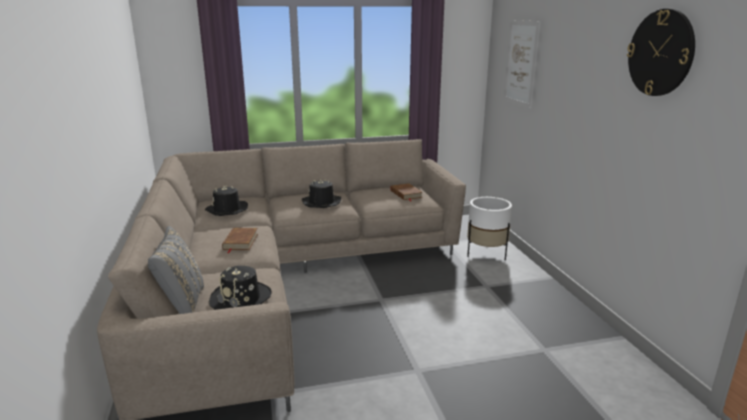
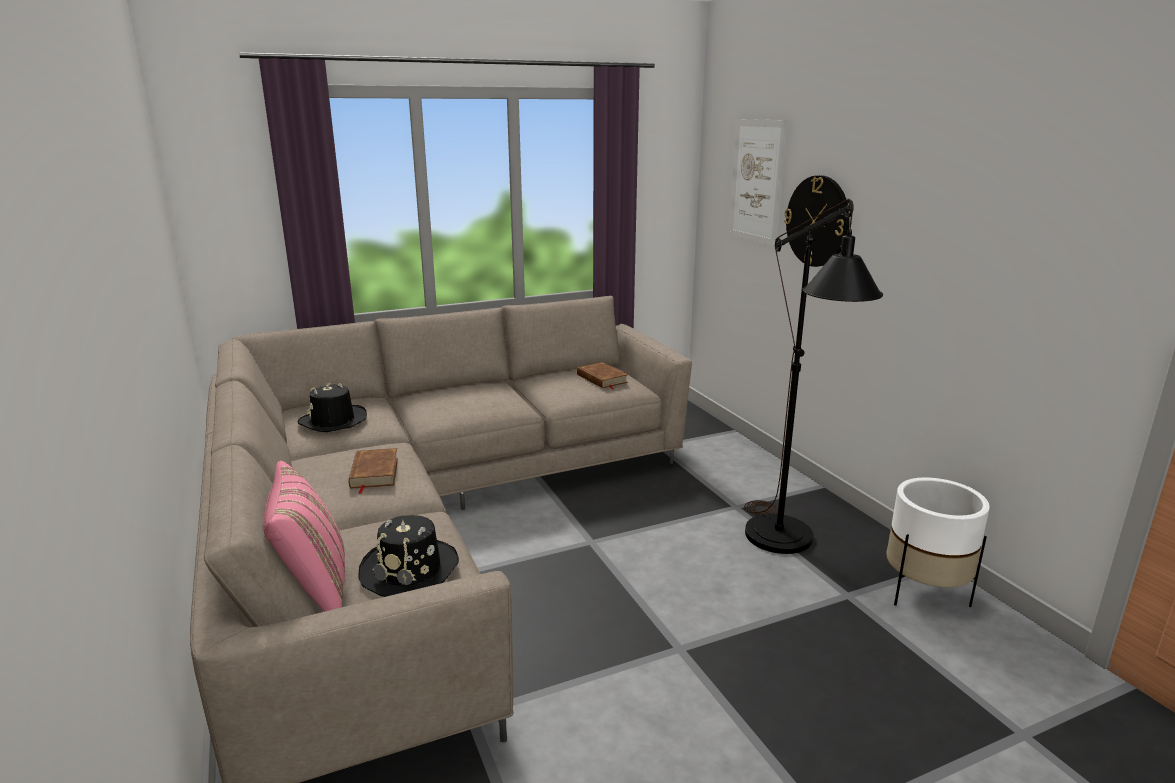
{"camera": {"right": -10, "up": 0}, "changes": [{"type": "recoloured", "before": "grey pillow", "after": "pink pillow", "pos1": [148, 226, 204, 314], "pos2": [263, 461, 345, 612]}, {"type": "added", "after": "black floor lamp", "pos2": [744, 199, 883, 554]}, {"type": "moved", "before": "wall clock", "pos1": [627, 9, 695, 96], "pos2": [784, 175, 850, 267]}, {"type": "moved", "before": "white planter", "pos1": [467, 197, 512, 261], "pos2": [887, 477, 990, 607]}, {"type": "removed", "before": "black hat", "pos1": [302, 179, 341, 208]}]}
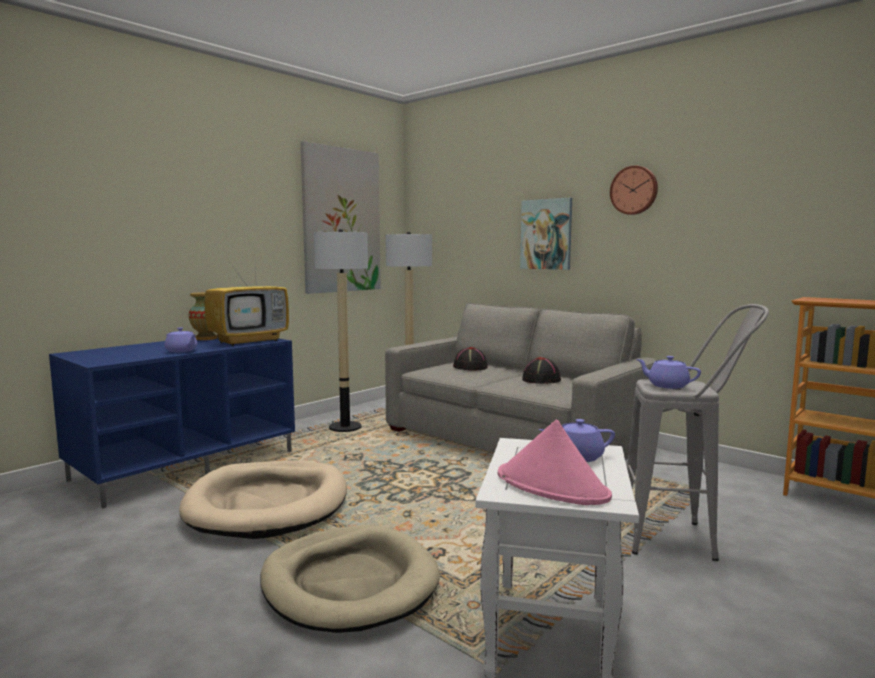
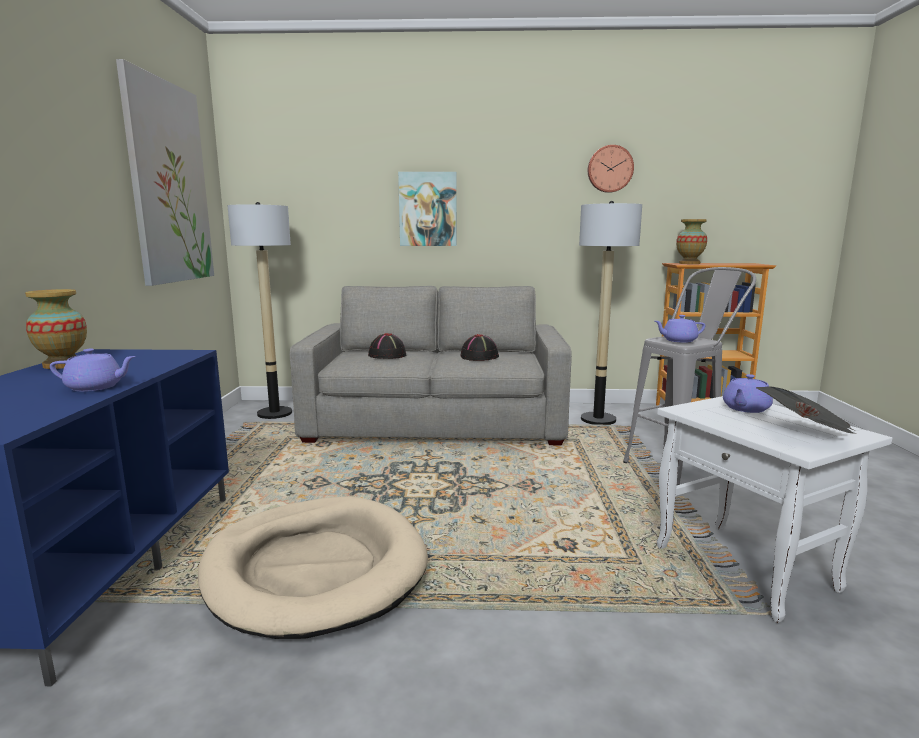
{"camera": {"right": -40, "up": 5}, "changes": [{"type": "moved", "before": "floor lamp", "pos1": [314, 229, 368, 432], "pos2": [579, 201, 642, 425]}, {"type": "moved", "before": "wall clock", "pos1": [610, 166, 658, 215], "pos2": [588, 145, 634, 193]}, {"type": "added", "after": "vase", "pos2": [676, 219, 707, 264]}, {"type": "replaced", "before": "pink hat", "after": "newspaper", "pos1": [498, 420, 612, 505], "pos2": [756, 386, 856, 434]}, {"type": "removed", "before": "television", "pos1": [205, 264, 289, 346]}, {"type": "removed", "before": "beige dog bed", "pos1": [261, 525, 440, 633]}]}
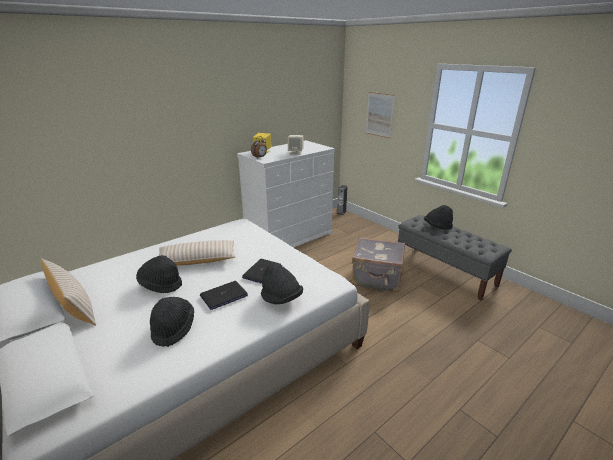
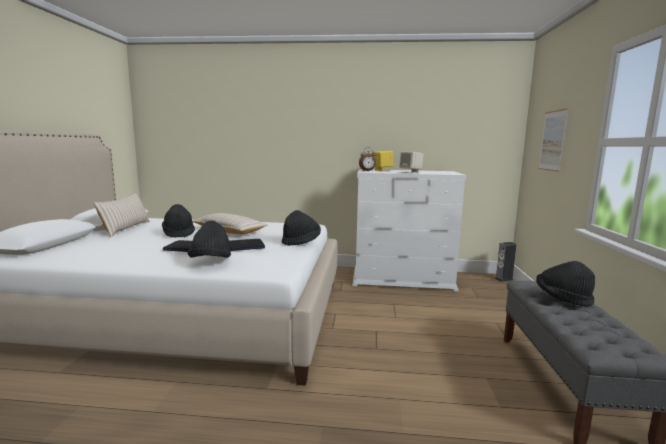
{"camera": {"right": 45, "up": -15}, "changes": [{"type": "moved", "before": "black hat", "pos1": [150, 297, 194, 347], "pos2": [282, 210, 321, 246]}, {"type": "removed", "before": "grey suitcase", "pos1": [352, 237, 405, 292]}]}
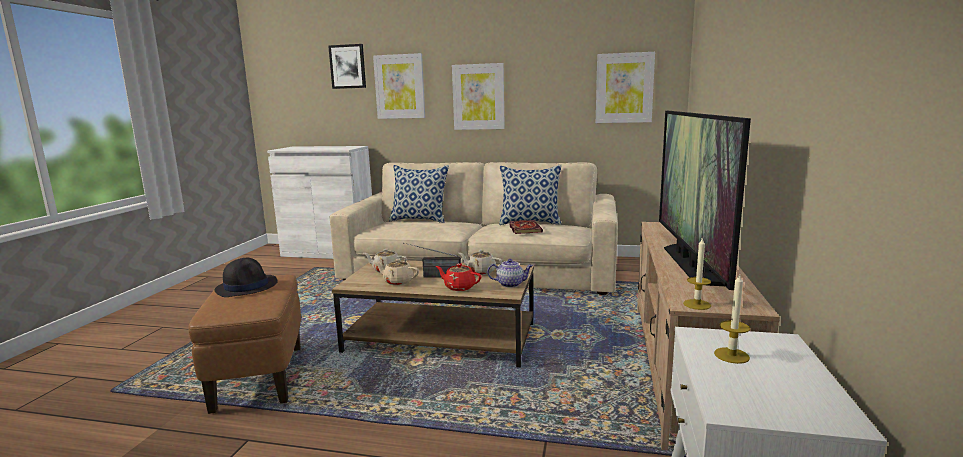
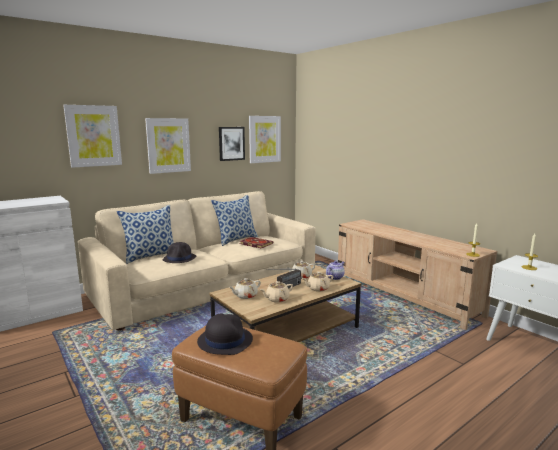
{"camera": {"right": -50, "up": 0}, "changes": [{"type": "added", "after": "black hat", "pos2": [163, 242, 196, 263]}, {"type": "moved", "before": "picture", "pos1": [328, 44, 366, 89], "pos2": [219, 127, 245, 161]}, {"type": "recoloured", "before": "red teapot", "after": "beige teapot", "pos1": [436, 263, 482, 291], "pos2": [302, 272, 333, 292]}, {"type": "removed", "before": "television", "pos1": [659, 111, 751, 290]}]}
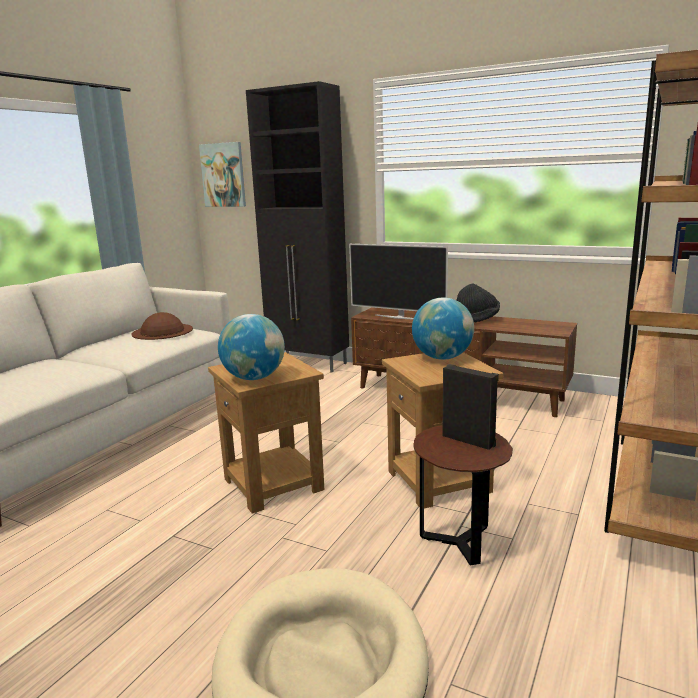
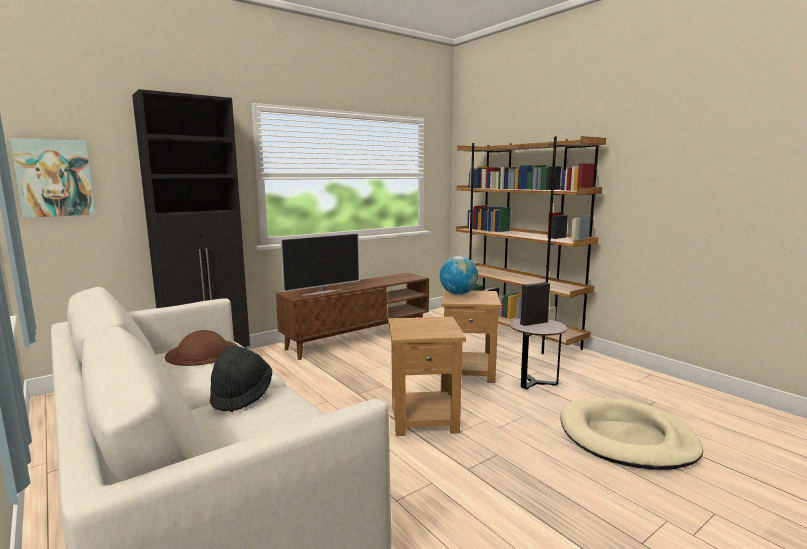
{"camera": {"right": -65, "up": -5}, "changes": [{"type": "moved", "before": "black hat", "pos1": [457, 284, 500, 322], "pos2": [210, 345, 272, 412]}, {"type": "removed", "before": "globe", "pos1": [218, 314, 285, 380]}]}
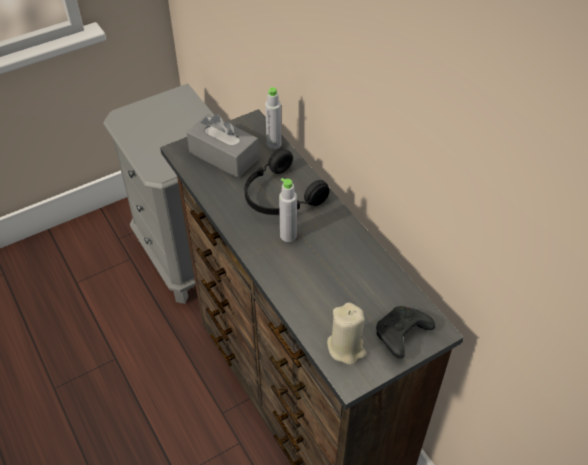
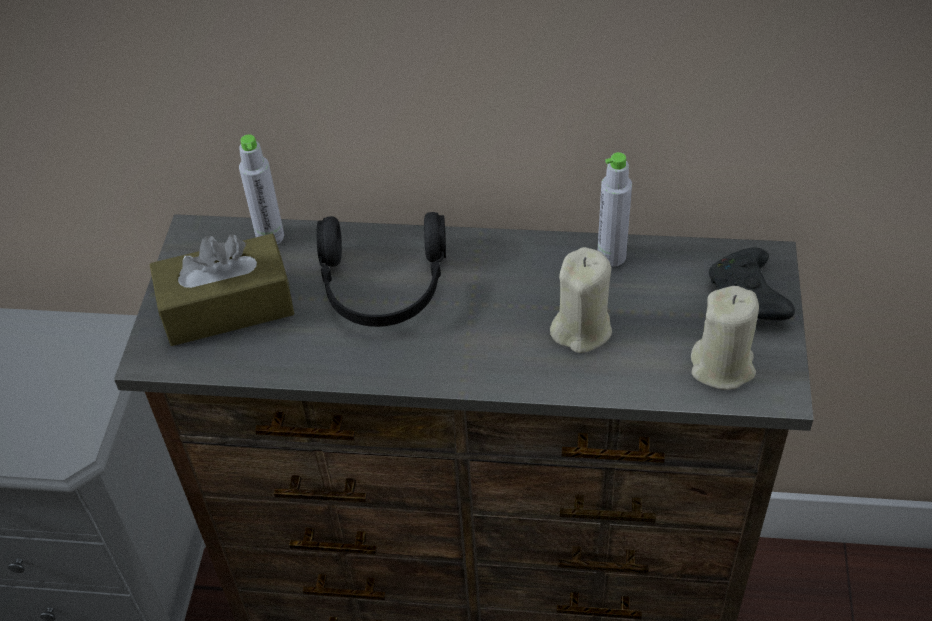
{"camera": {"right": -50, "up": 0}, "changes": [{"type": "recoloured", "before": "grey tissue box", "after": "brown tissue box", "pos1": [187, 114, 259, 178], "pos2": [149, 234, 294, 346]}, {"type": "added", "after": "beige candle", "pos2": [550, 247, 612, 353]}, {"type": "moved", "before": "grey bottle", "pos1": [279, 178, 297, 242], "pos2": [598, 152, 632, 267]}]}
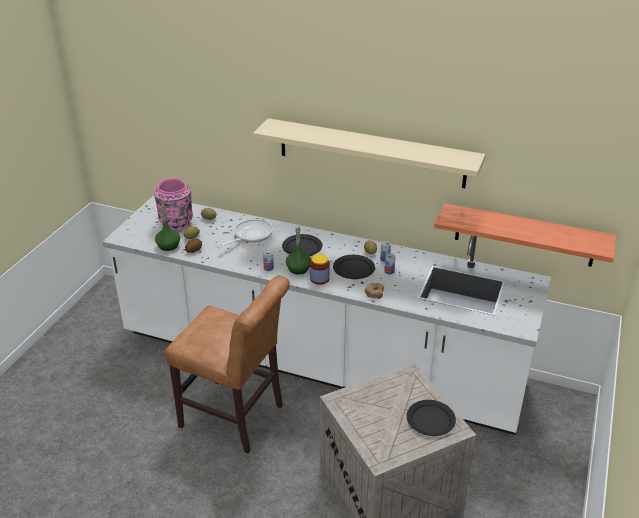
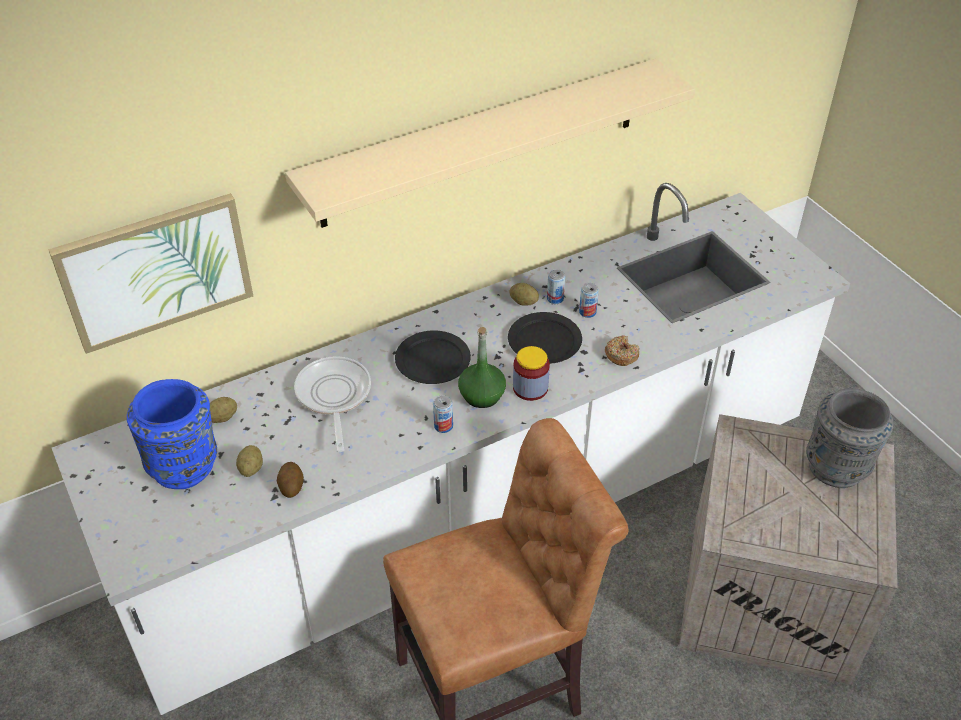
{"camera": {"right": -50, "up": 10}, "changes": [{"type": "added", "after": "picture", "pos2": [48, 193, 253, 354]}, {"type": "recoloured", "before": "pink vase", "after": "blue vase", "pos1": [154, 178, 193, 231], "pos2": [127, 379, 217, 489]}, {"type": "replaced", "before": "black plate", "after": "grey vase", "pos1": [407, 400, 456, 436], "pos2": [806, 388, 894, 488]}, {"type": "removed", "before": "green bottle", "pos1": [155, 205, 180, 251]}, {"type": "removed", "before": "shelf", "pos1": [434, 203, 617, 267]}]}
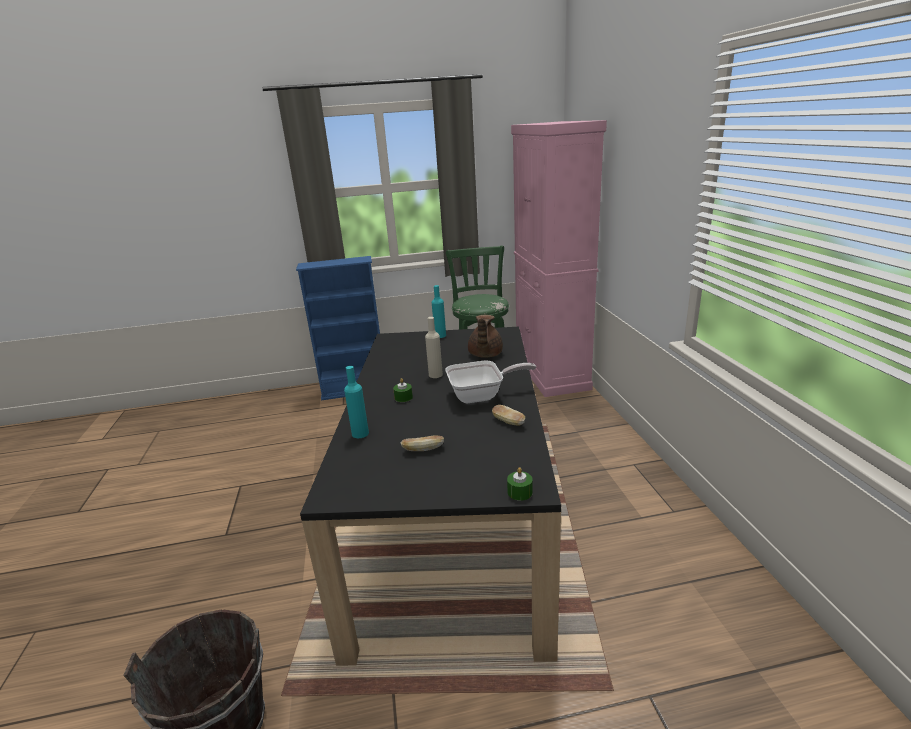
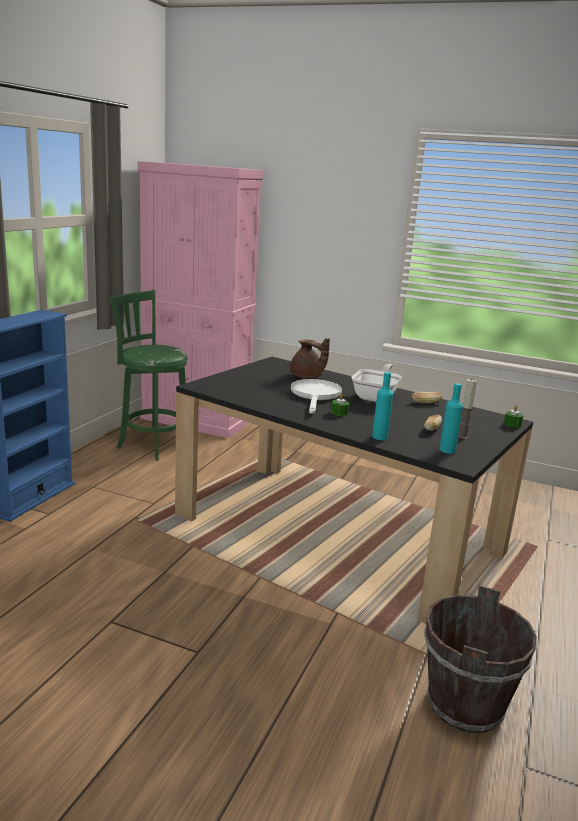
{"camera": {"right": -60, "up": -5}, "changes": [{"type": "replaced", "before": "beige bottle", "after": "white frying pan", "pos1": [425, 317, 443, 378], "pos2": [291, 379, 342, 414]}, {"type": "moved", "before": "turquoise bottle", "pos1": [432, 285, 446, 338], "pos2": [439, 383, 463, 454]}, {"type": "added", "after": "candle", "pos2": [458, 378, 477, 439]}]}
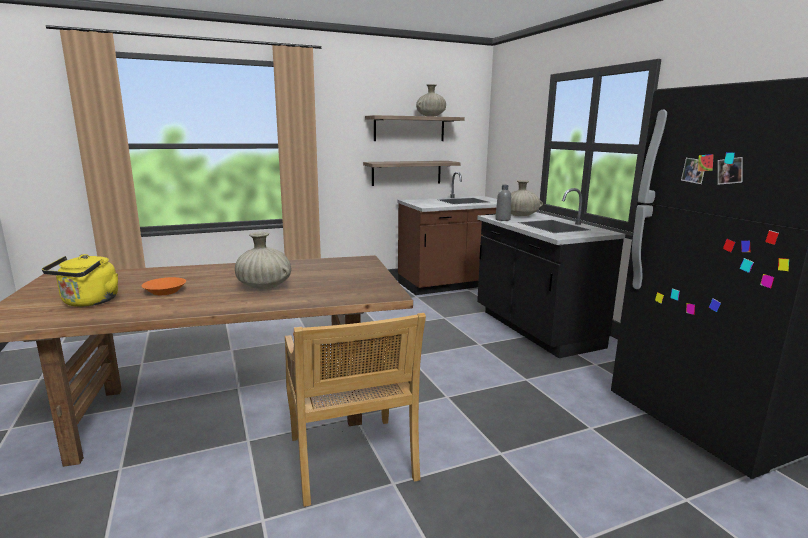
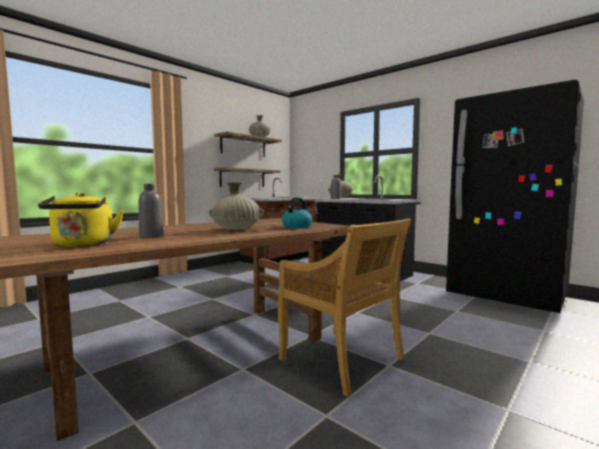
{"camera": {"right": -25, "up": -10}, "changes": [{"type": "replaced", "before": "orange bowl", "after": "grey bottle", "pos1": [141, 277, 186, 295], "pos2": [139, 184, 163, 238]}, {"type": "added", "after": "kettle", "pos2": [282, 197, 312, 228]}]}
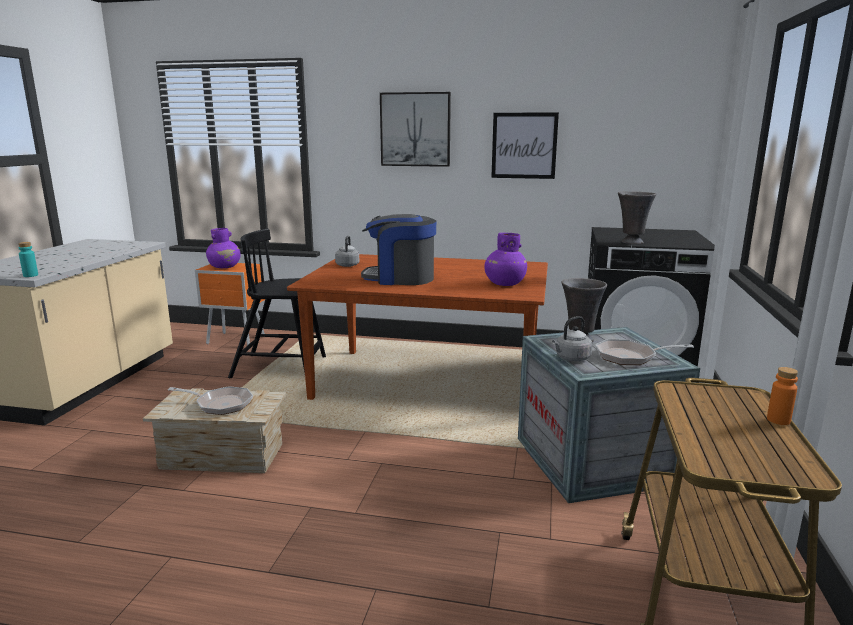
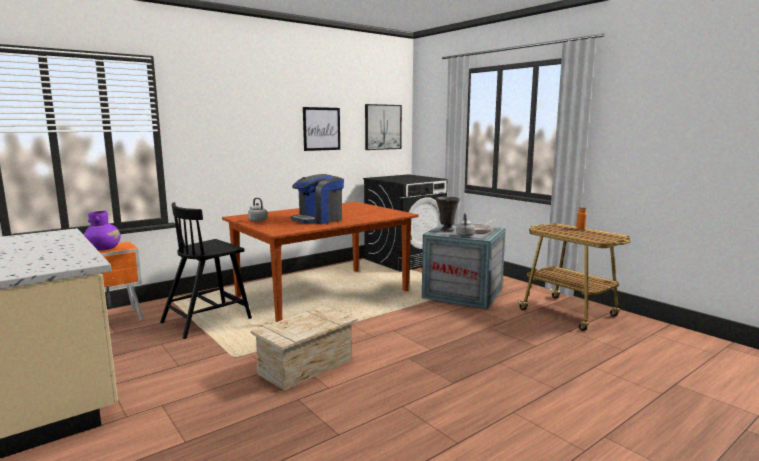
{"camera": {"right": -50, "up": -5}, "changes": [{"type": "moved", "before": "picture", "pos1": [380, 92, 451, 167], "pos2": [365, 104, 402, 150]}, {"type": "removed", "before": "turquoise bottle", "pos1": [18, 242, 38, 277]}, {"type": "removed", "before": "frying pan", "pos1": [168, 386, 253, 415]}, {"type": "removed", "before": "purple vase", "pos1": [484, 233, 527, 286]}, {"type": "removed", "before": "grey vase", "pos1": [618, 192, 656, 244]}]}
